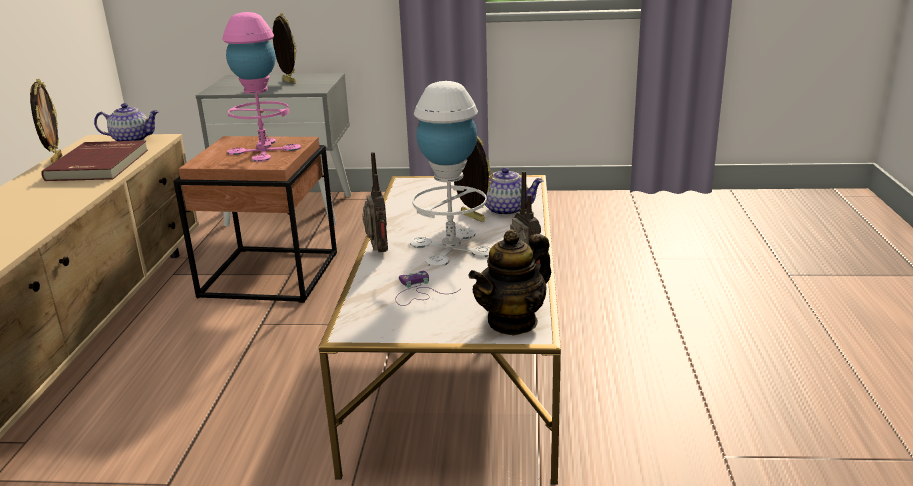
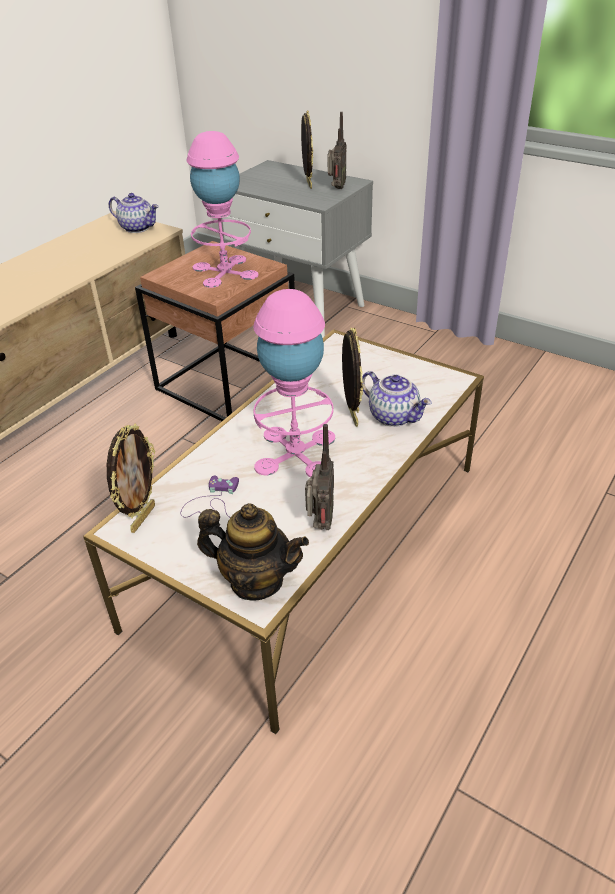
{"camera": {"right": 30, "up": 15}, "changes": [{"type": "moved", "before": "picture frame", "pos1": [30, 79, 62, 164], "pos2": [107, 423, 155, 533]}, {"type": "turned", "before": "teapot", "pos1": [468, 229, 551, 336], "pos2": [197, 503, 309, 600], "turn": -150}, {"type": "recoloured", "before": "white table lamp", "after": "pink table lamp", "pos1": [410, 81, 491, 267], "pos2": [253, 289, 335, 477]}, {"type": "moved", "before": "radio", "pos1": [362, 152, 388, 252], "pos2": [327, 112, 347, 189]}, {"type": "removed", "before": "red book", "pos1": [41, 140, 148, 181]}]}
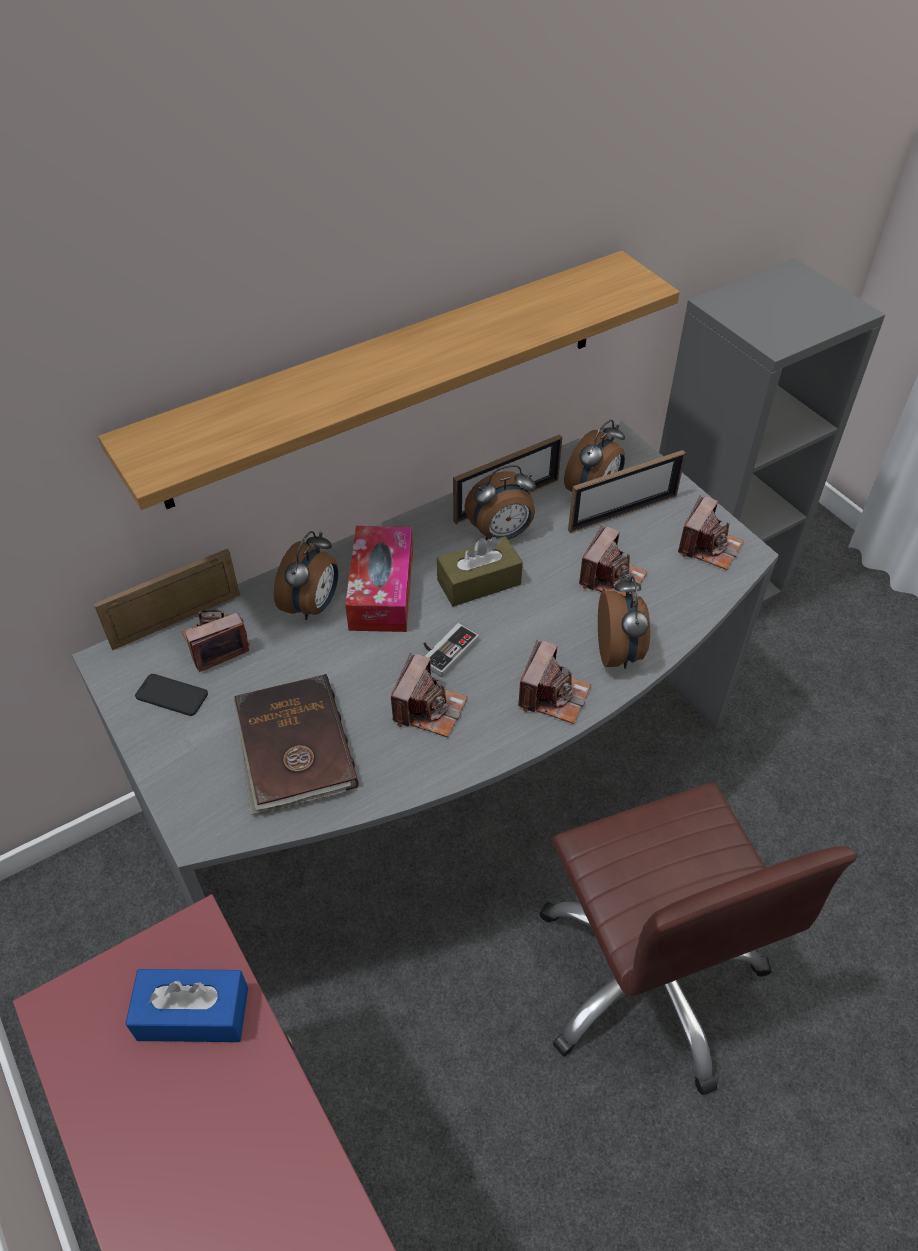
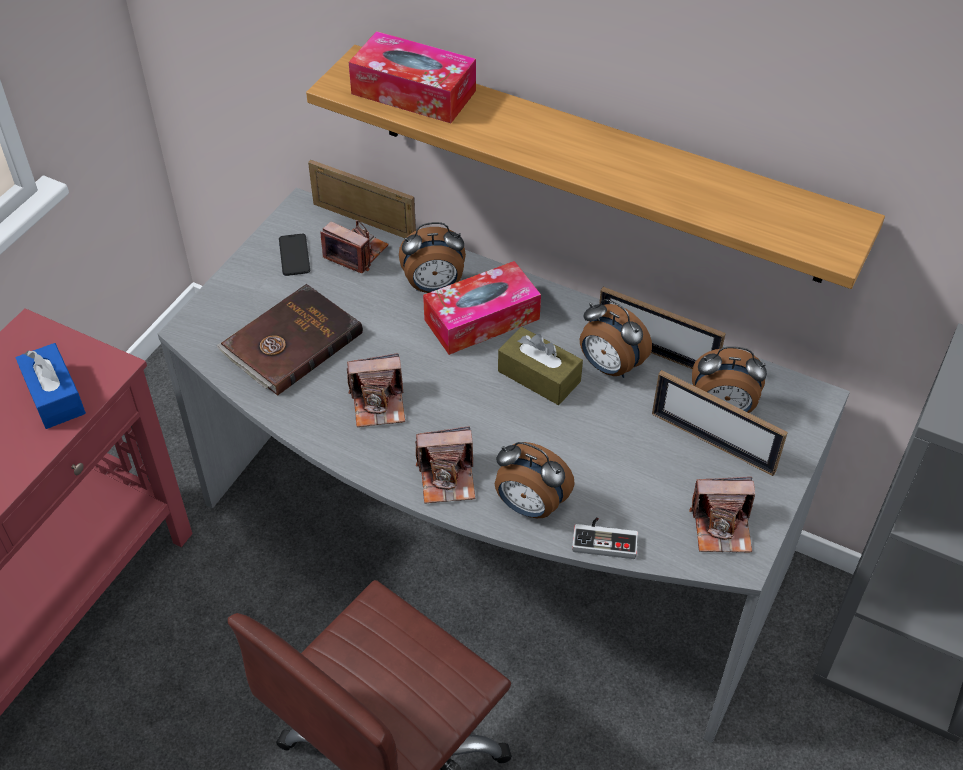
{"camera": {"right": 60, "up": 0}, "changes": [{"type": "added", "after": "tissue box", "pos2": [349, 31, 476, 123]}, {"type": "turned", "before": "alarm clock", "pos1": [598, 575, 650, 669], "pos2": [495, 442, 575, 518], "turn": 60}, {"type": "moved", "before": "game controller", "pos1": [424, 623, 479, 677], "pos2": [572, 517, 638, 559]}, {"type": "removed", "before": "photo camera", "pos1": [579, 525, 647, 596]}]}
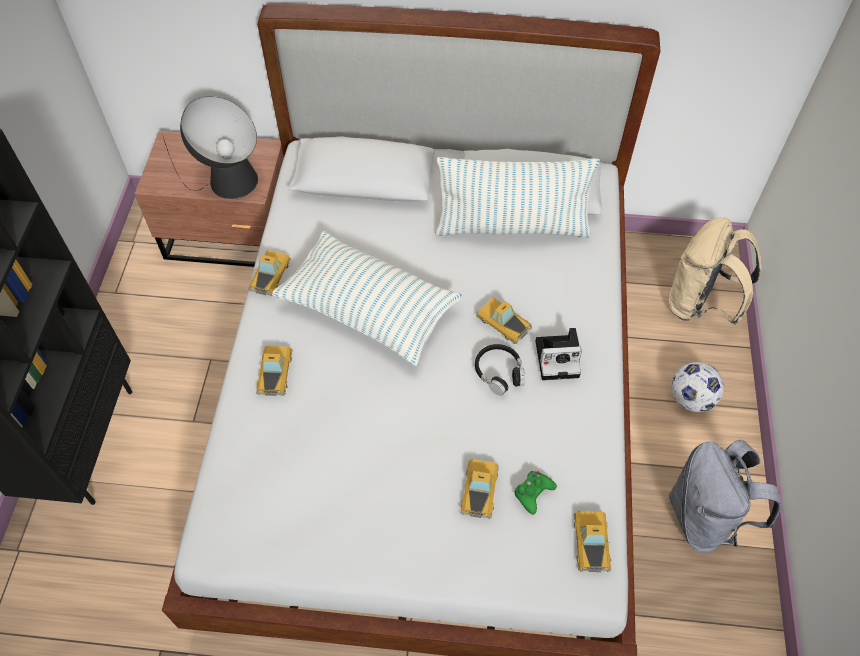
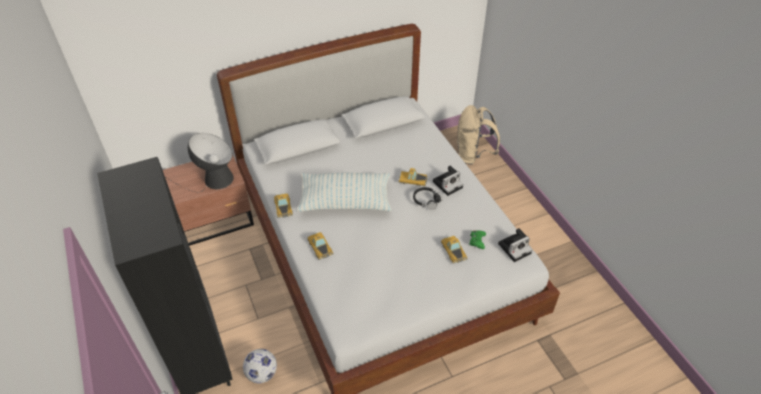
{"camera": {"right": -30, "up": -10}, "changes": [{"type": "moved", "before": "football", "pos1": [672, 362, 724, 412], "pos2": [243, 349, 277, 384]}, {"type": "replaced", "before": "toy car", "after": "photo camera", "pos1": [574, 511, 611, 572], "pos2": [498, 228, 532, 262]}, {"type": "removed", "before": "pillow", "pos1": [435, 157, 600, 238]}, {"type": "removed", "before": "grey backpack", "pos1": [669, 440, 781, 553]}]}
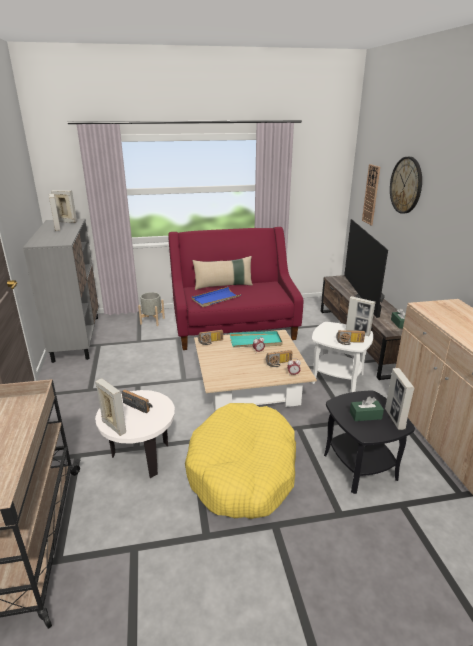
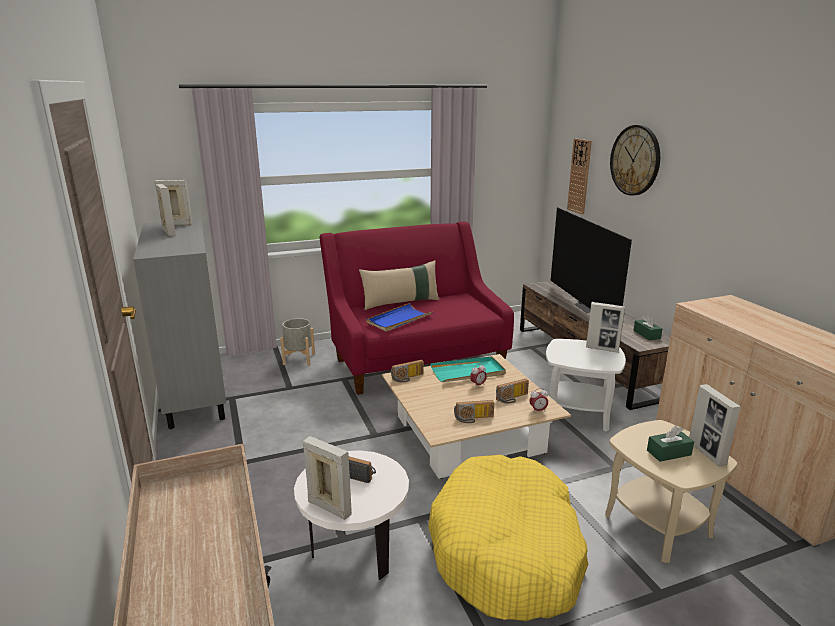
{"camera": {"right": -10, "up": -5}, "changes": [{"type": "moved", "before": "radio", "pos1": [336, 330, 365, 345], "pos2": [454, 400, 494, 423]}, {"type": "recoloured", "before": "black side table", "after": "beige side table", "pos1": [324, 391, 415, 494], "pos2": [605, 420, 737, 563]}]}
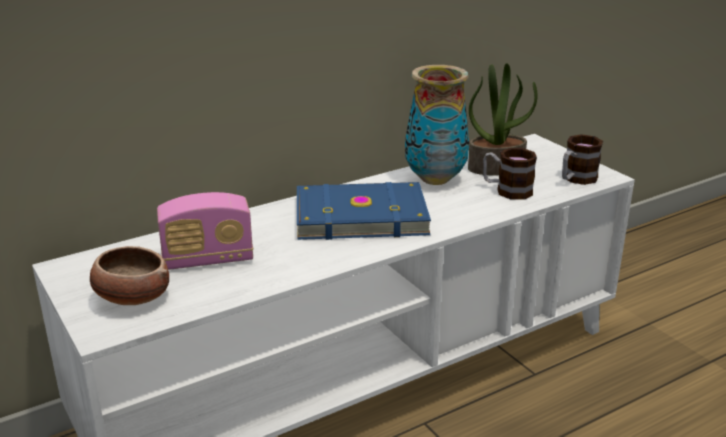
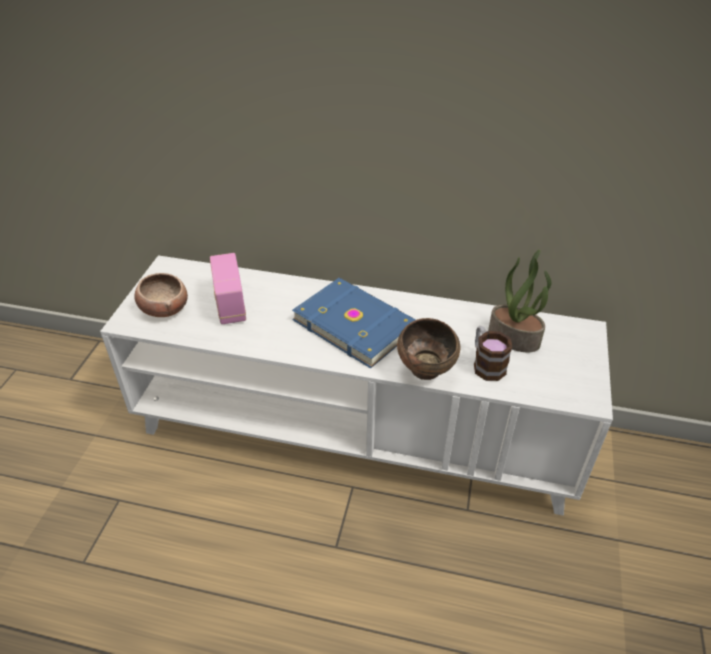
{"camera": {"right": 45, "up": 15}, "changes": [{"type": "turned", "before": "radio", "pos1": [157, 192, 253, 270], "pos2": [210, 253, 246, 324], "turn": 45}, {"type": "added", "after": "brown bowl", "pos2": [397, 318, 460, 380]}, {"type": "removed", "before": "vase", "pos1": [405, 65, 469, 185]}, {"type": "removed", "before": "mug", "pos1": [562, 134, 603, 185]}]}
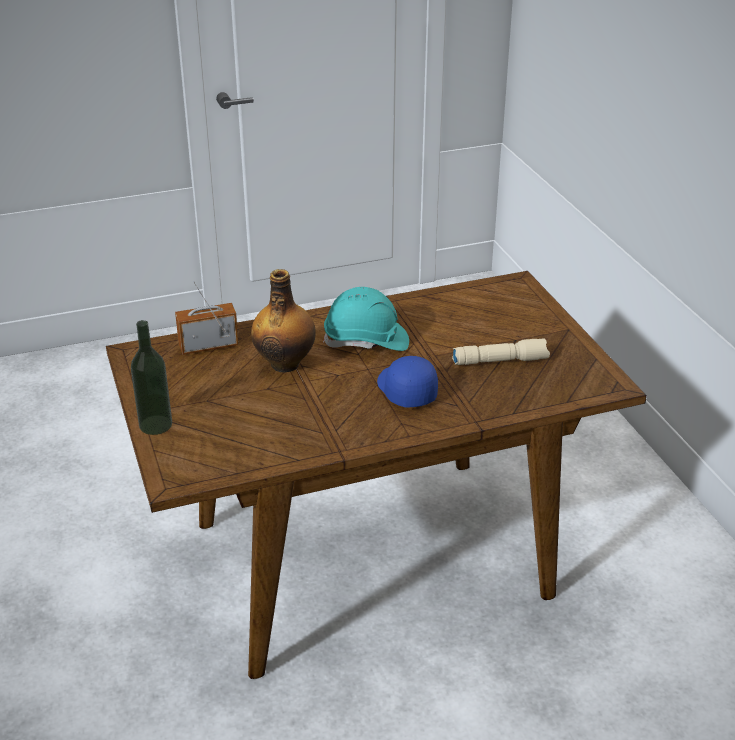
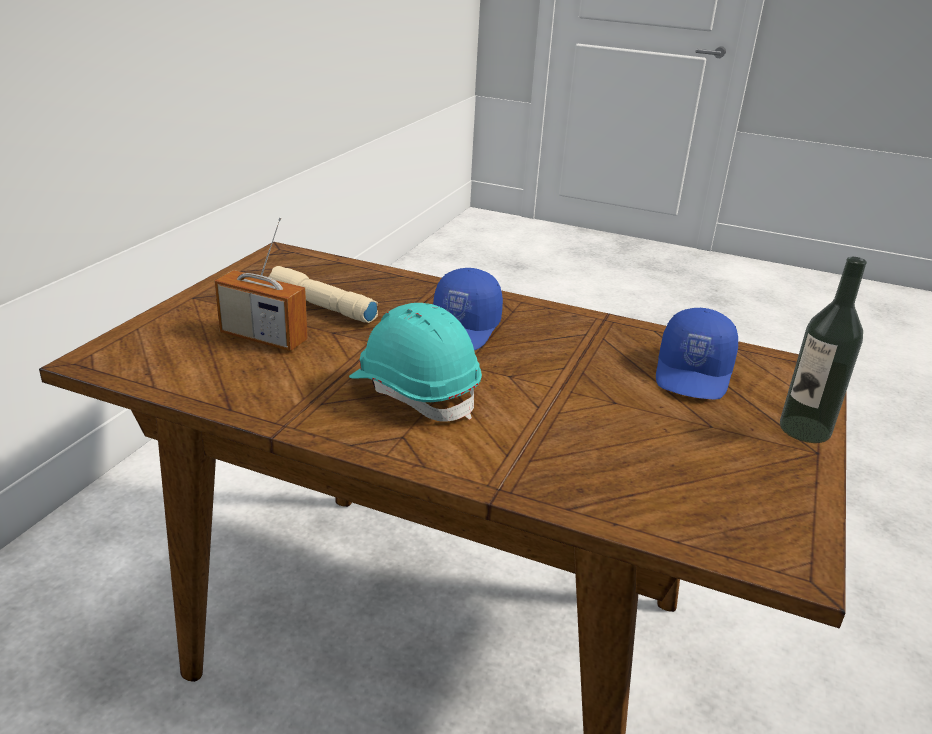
{"camera": {"right": -140, "up": -5}, "changes": [{"type": "moved", "before": "radio", "pos1": [175, 281, 239, 355], "pos2": [214, 217, 308, 351]}, {"type": "added", "after": "blue cap", "pos2": [656, 308, 738, 400]}, {"type": "removed", "before": "bottle", "pos1": [251, 269, 316, 373]}]}
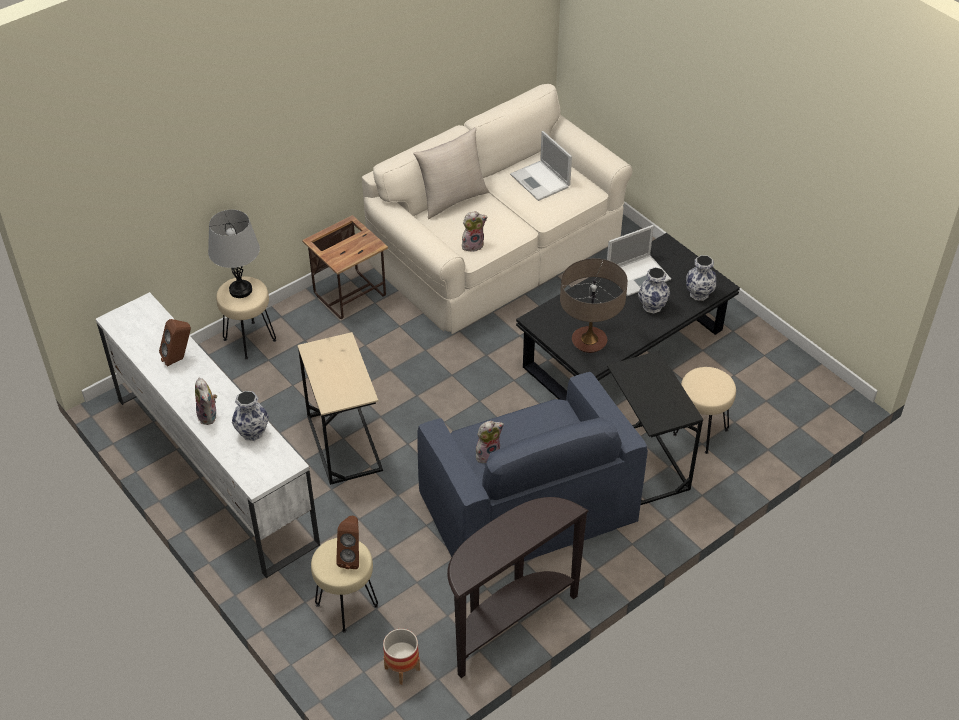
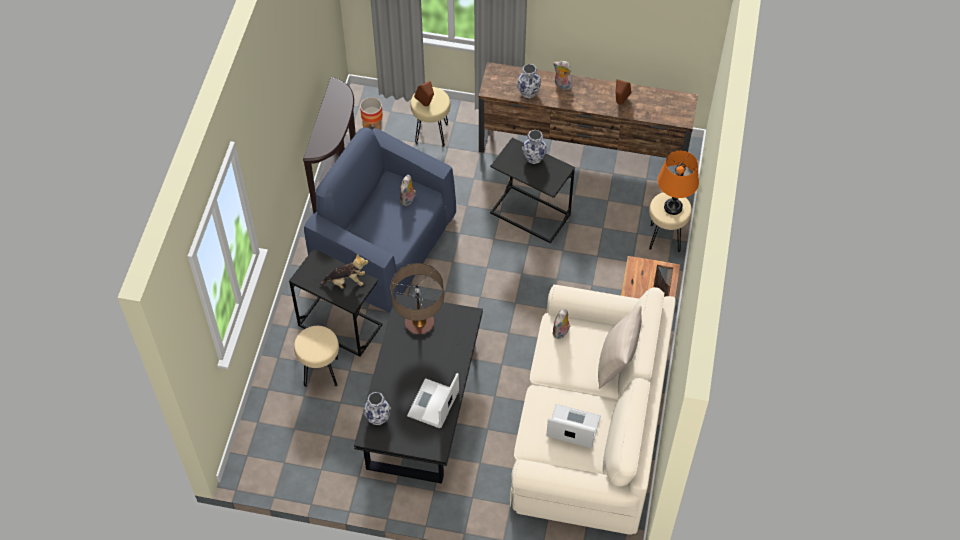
{"camera": {"right": 140, "up": 10}, "changes": [{"type": "added", "after": "plush toy", "pos2": [320, 253, 368, 289]}, {"type": "recoloured", "before": "white tv stand", "after": "brown tv stand", "pos1": [96, 292, 320, 579], "pos2": [478, 62, 698, 176]}, {"type": "recoloured", "before": "beige side table", "after": "black side table", "pos1": [297, 332, 383, 485], "pos2": [490, 137, 575, 243]}, {"type": "moved", "before": "vase", "pos1": [638, 267, 670, 314], "pos2": [522, 130, 548, 164]}, {"type": "recoloured", "before": "grey table lamp", "after": "orange table lamp", "pos1": [208, 210, 260, 298], "pos2": [657, 151, 699, 215]}]}
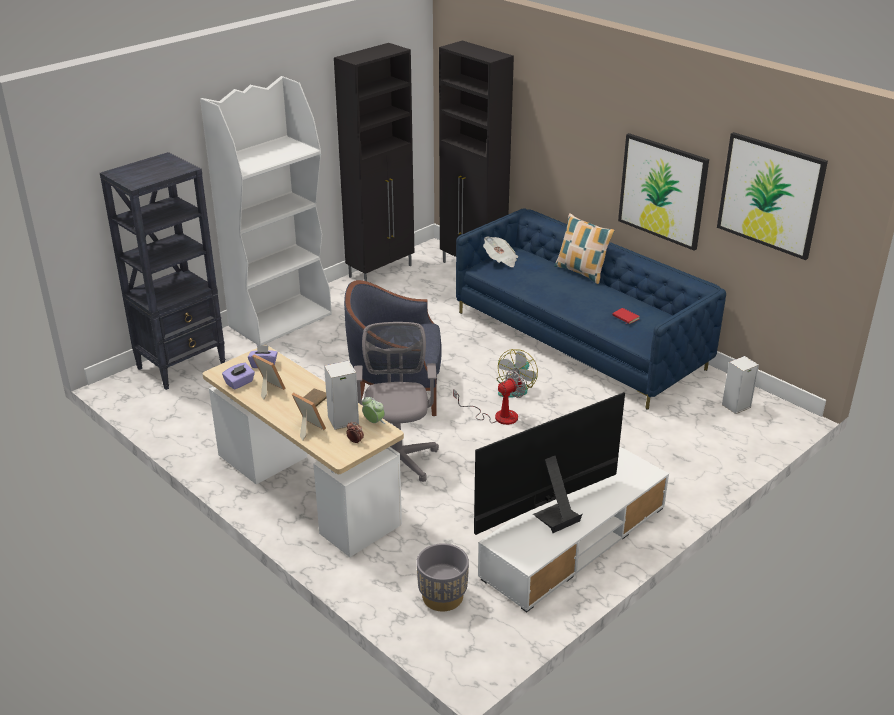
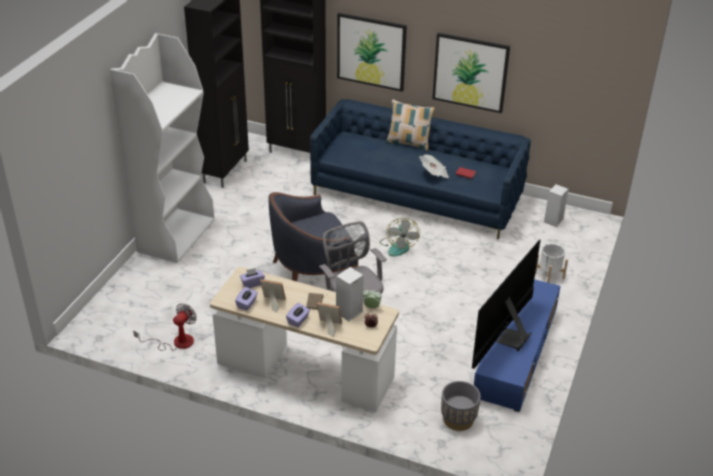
{"camera": {"right": -25, "up": 5}, "changes": [{"type": "moved", "before": "fan", "pos1": [453, 370, 526, 425], "pos2": [133, 303, 197, 351]}, {"type": "added", "after": "purple tissue box", "pos2": [286, 303, 310, 327]}, {"type": "moved", "before": "picture", "pos1": [717, 132, 828, 260], "pos2": [337, 13, 407, 92]}, {"type": "moved", "before": "newspaper", "pos1": [483, 236, 518, 267], "pos2": [420, 155, 449, 178]}, {"type": "recoloured", "before": "white tv stand", "after": "blue tv stand", "pos1": [478, 447, 669, 613], "pos2": [474, 279, 561, 412]}, {"type": "added", "after": "white planter", "pos2": [535, 244, 568, 283]}, {"type": "removed", "before": "black bookcase", "pos1": [100, 152, 226, 390]}]}
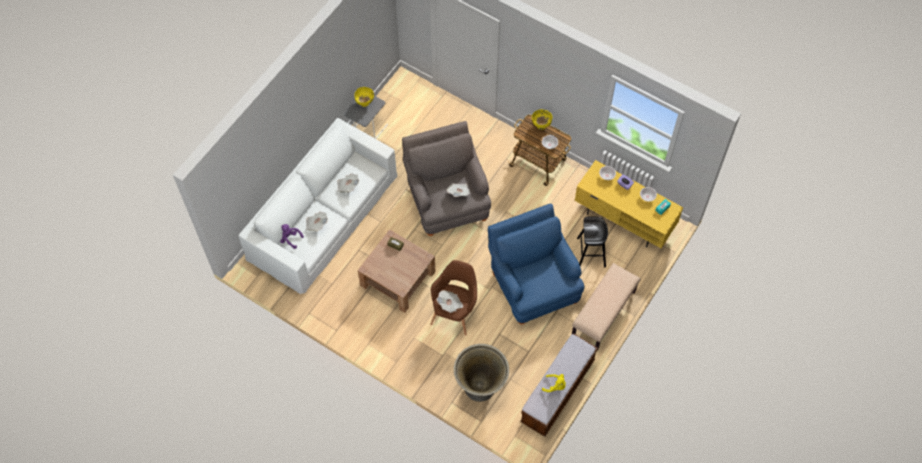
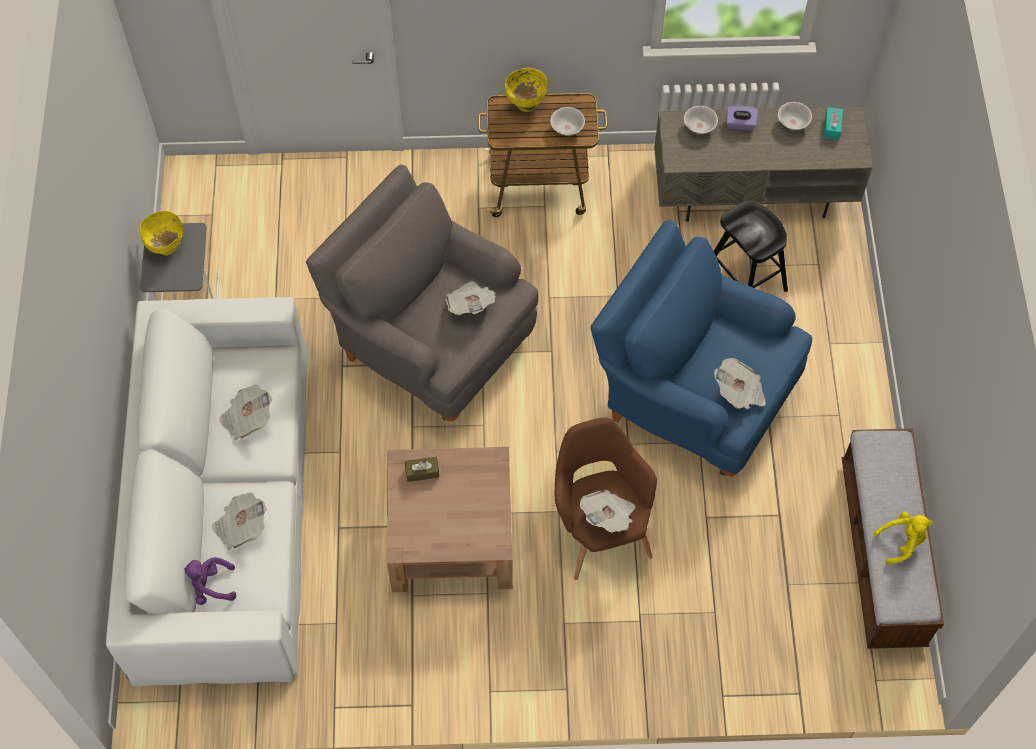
{"camera": {"right": -35, "up": 0}, "changes": [{"type": "recoloured", "before": "yellow tv stand", "after": "grey tv stand", "pos1": [575, 160, 684, 248], "pos2": [654, 106, 873, 222]}, {"type": "added", "after": "newspaper", "pos2": [714, 358, 766, 409]}, {"type": "removed", "before": "grey planter", "pos1": [454, 344, 509, 402]}, {"type": "removed", "before": "beige bench", "pos1": [572, 263, 641, 351]}]}
